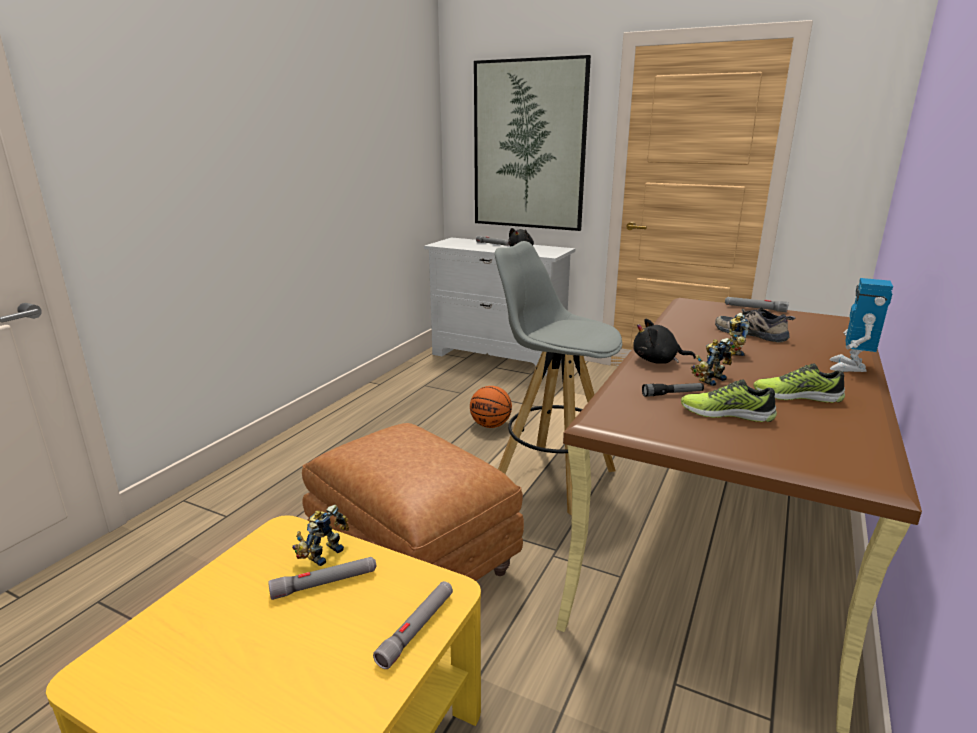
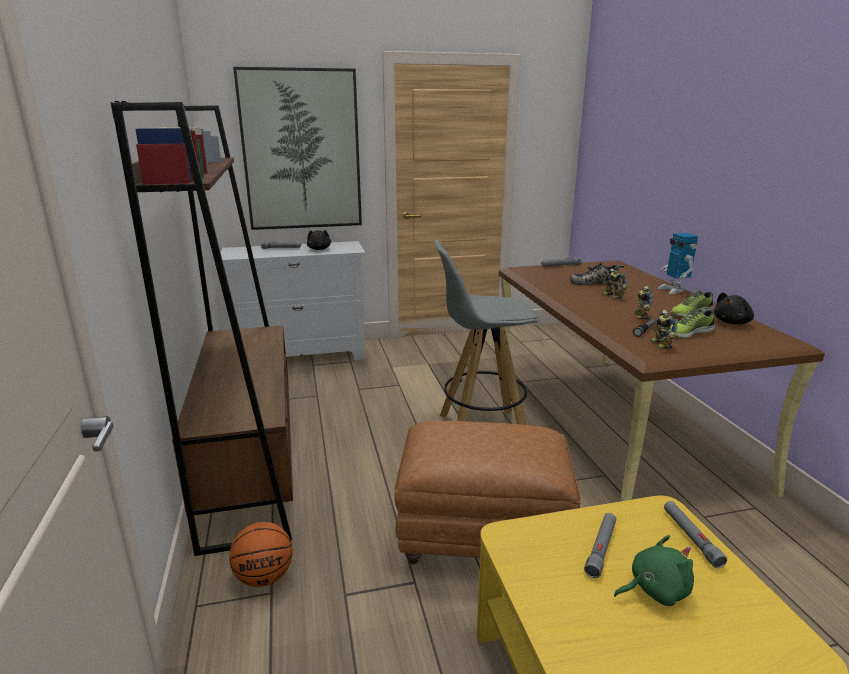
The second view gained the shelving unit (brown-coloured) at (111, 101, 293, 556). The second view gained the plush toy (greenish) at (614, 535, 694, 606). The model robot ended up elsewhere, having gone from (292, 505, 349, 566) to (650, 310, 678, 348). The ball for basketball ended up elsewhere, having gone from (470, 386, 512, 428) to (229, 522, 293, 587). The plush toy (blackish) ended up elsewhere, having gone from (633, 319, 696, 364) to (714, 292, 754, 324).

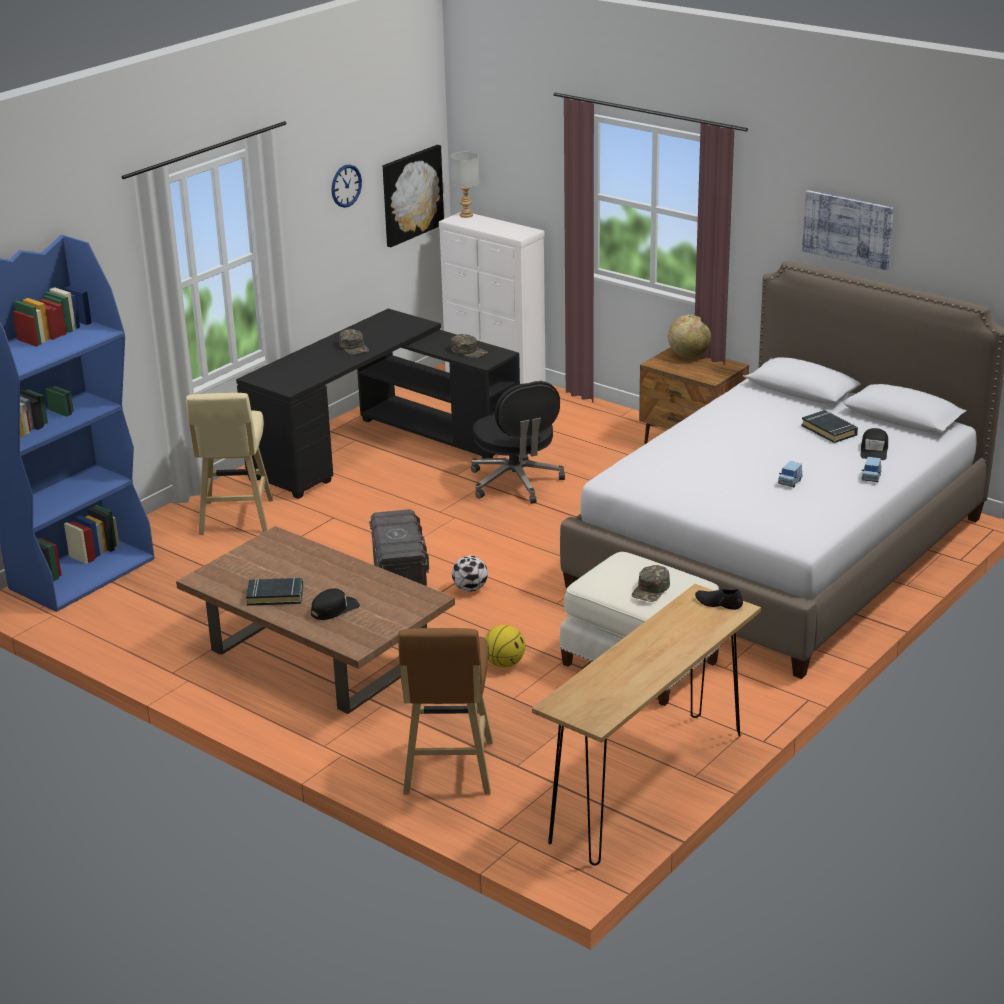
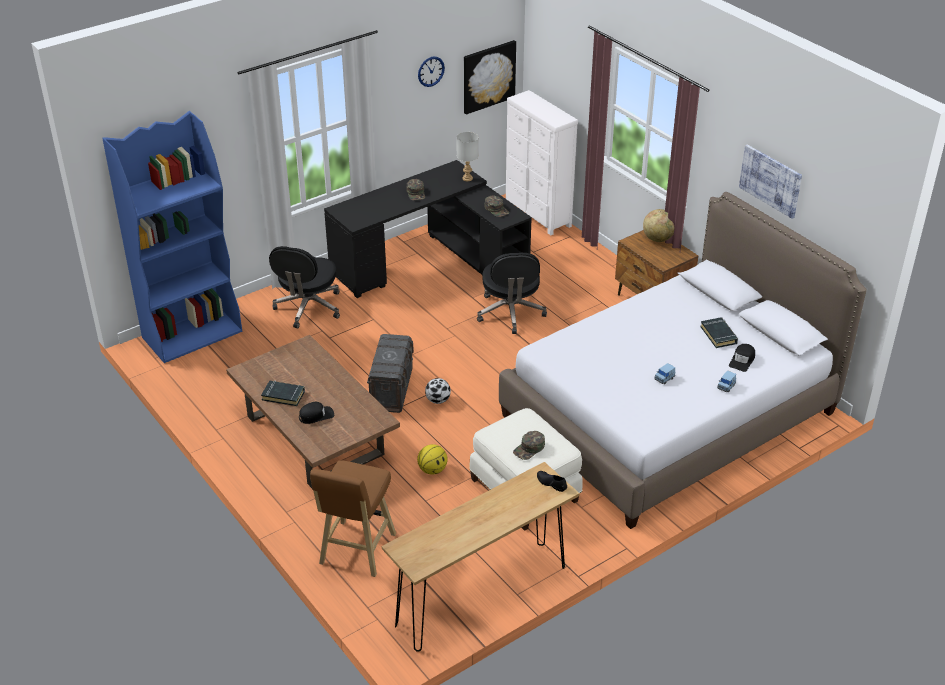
The lamp for a table (gray) ended up elsewhere, having gone from (450, 152, 479, 218) to (456, 132, 478, 181). Where the sitting stool (sand-coloured) stood at (186, 393, 273, 535), the office chair (blackish) came to stand at (269, 246, 340, 329).

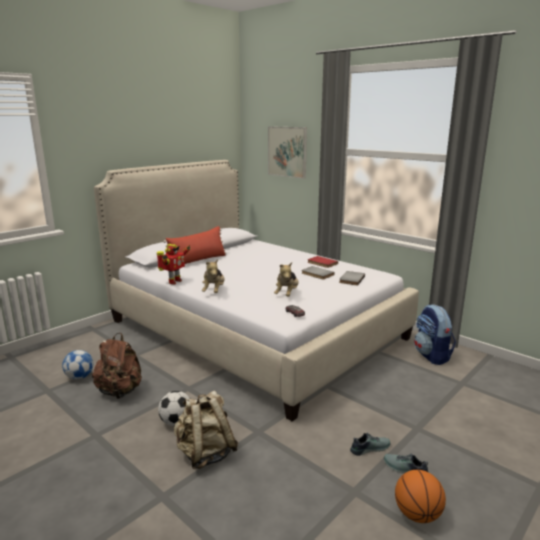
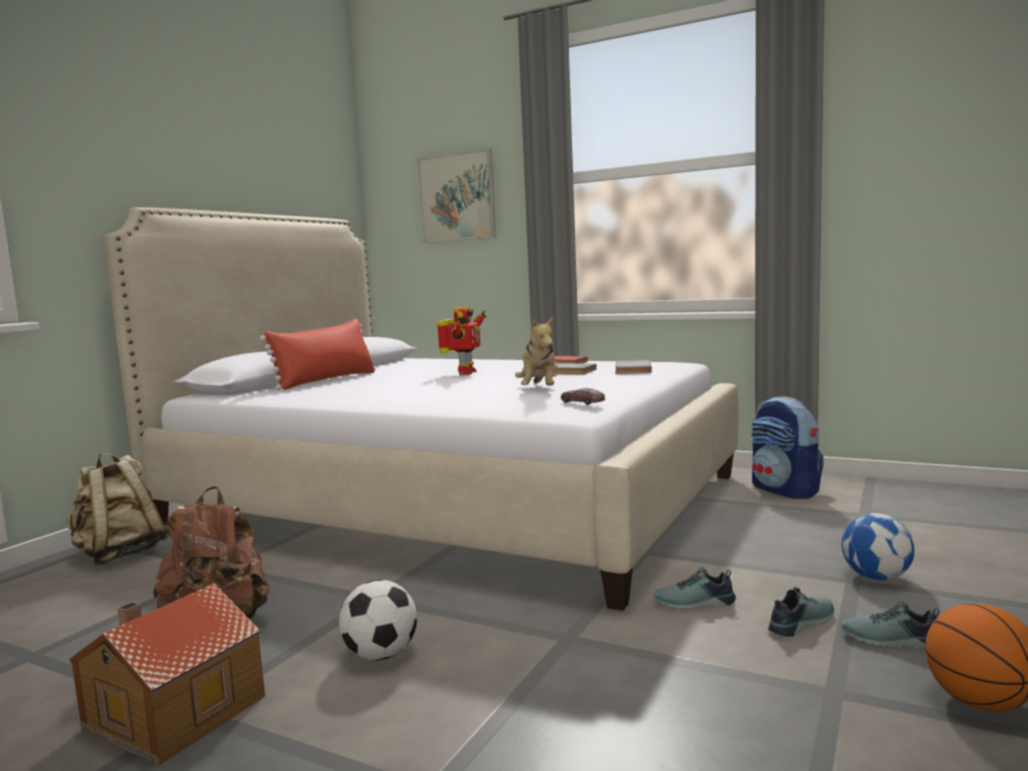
The second view lost the plush toy at (202, 259, 225, 293). The second view gained the miniature house at (69, 583, 265, 766). The second view gained the low shoe at (654, 567, 736, 609). The football ended up elsewhere, having gone from (62, 350, 94, 379) to (841, 513, 915, 581). The model robot ended up elsewhere, having gone from (157, 244, 191, 284) to (437, 307, 487, 375). The knapsack (sand-coloured) ended up elsewhere, having gone from (174, 391, 238, 469) to (66, 452, 169, 565).

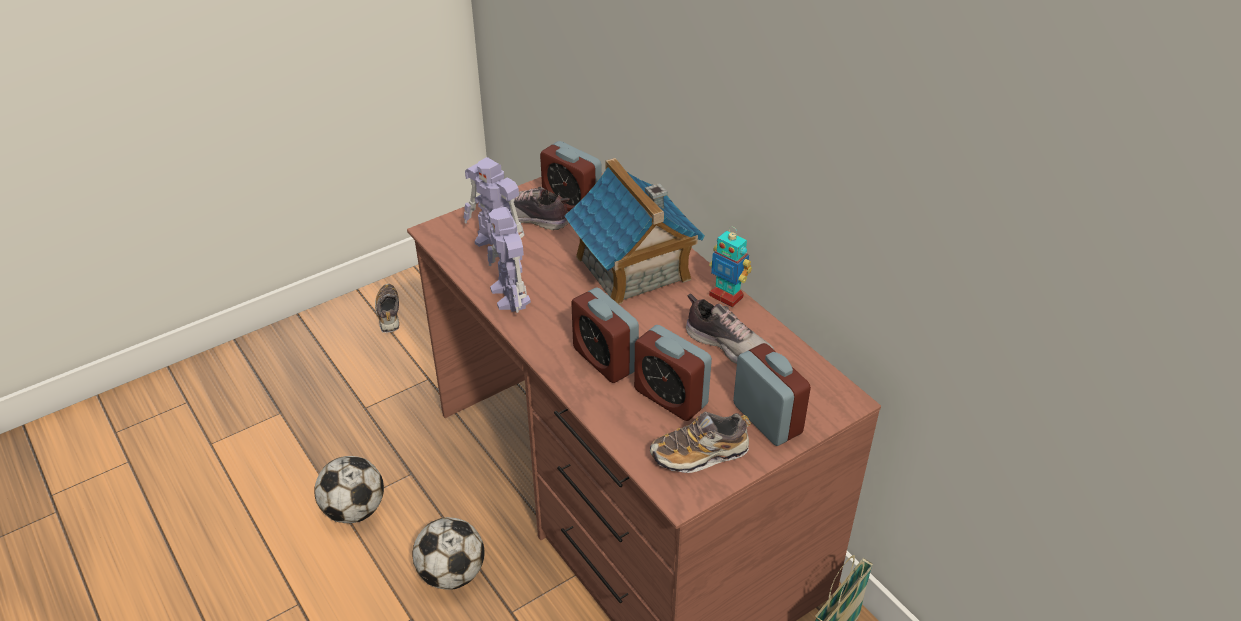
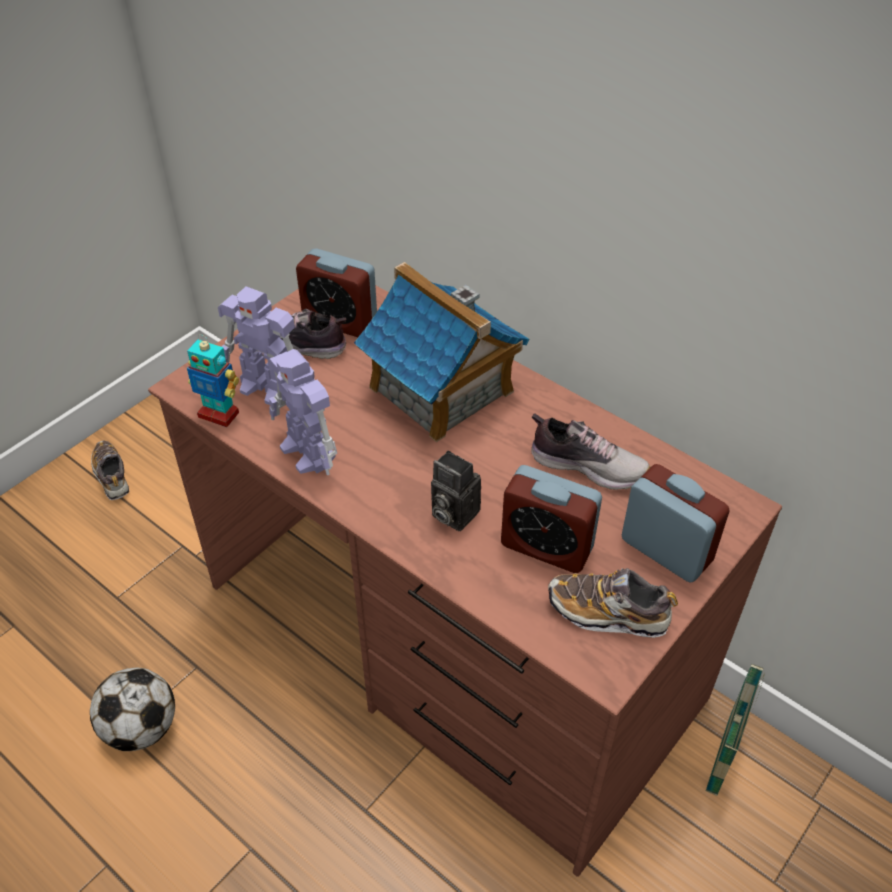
The second view lost the football at (412, 517, 484, 590). The model robot ended up elsewhere, having gone from (709, 228, 752, 307) to (187, 335, 239, 427). Where the table clock stood at (571, 288, 639, 383), the still camera came to stand at (431, 450, 481, 531). The low shoe at (650, 412, 751, 473) ended up facing another way, 45 degrees clockwise from before.

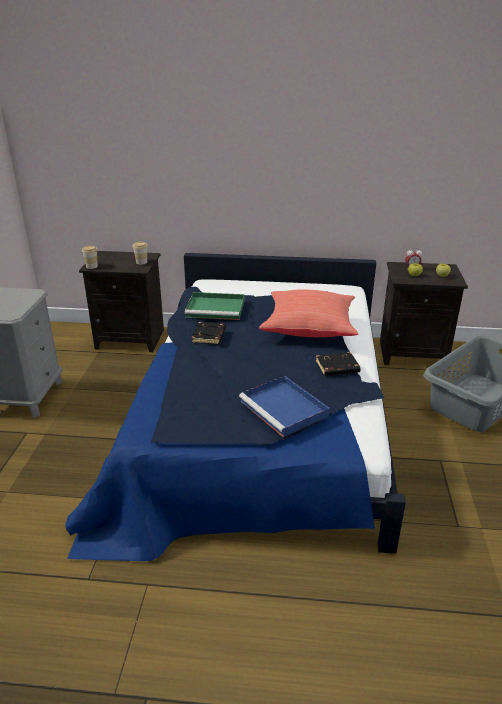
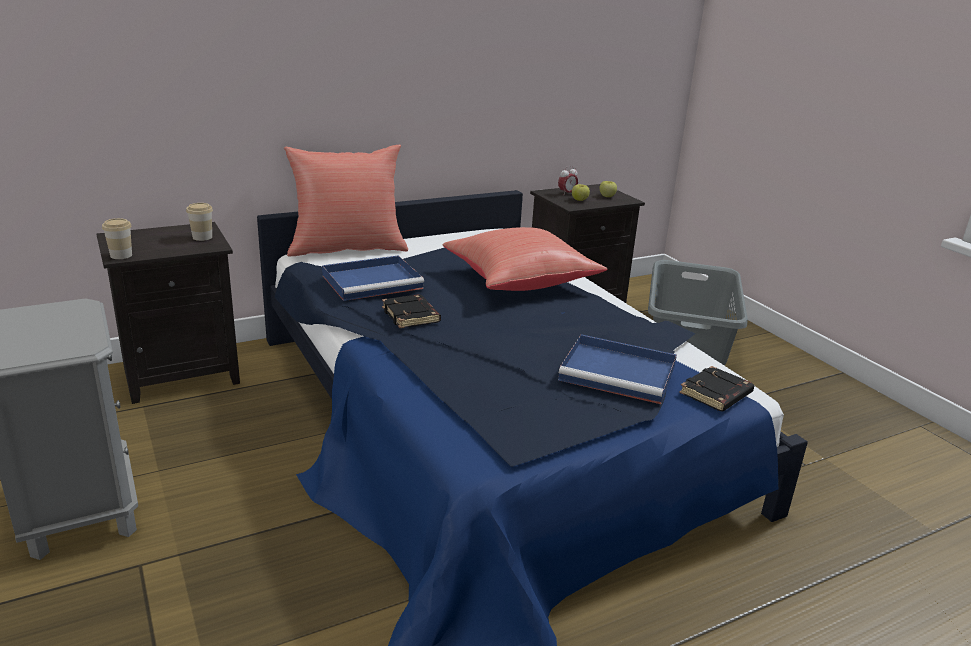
The second view gained the throw pillow (red-coloured) at (284, 144, 408, 257). The bound book (blackish) ended up elsewhere, having gone from (316, 352, 361, 376) to (679, 366, 754, 412). What was the tray (greenish) at (185, 292, 244, 320) turned into the tray (blue-coloured) at (322, 256, 424, 301).

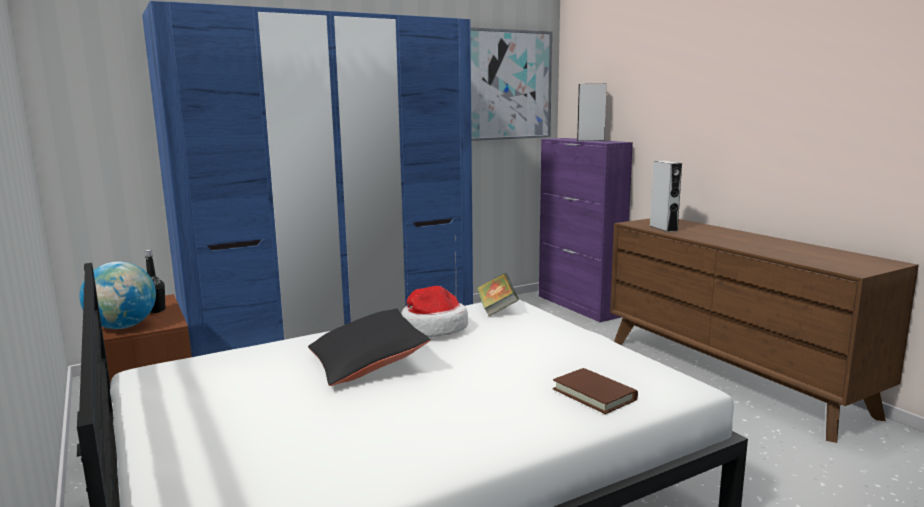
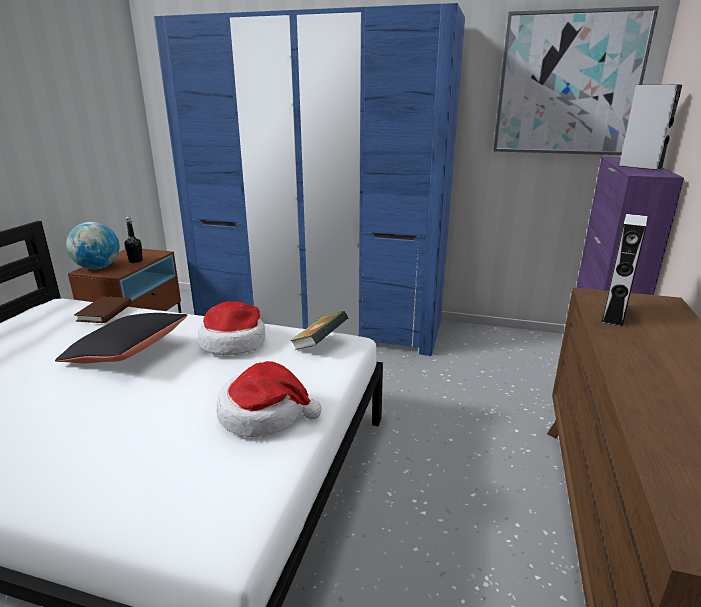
The second view gained the wearable hat at (216, 361, 322, 437). The bound book (brown-coloured) ended up elsewhere, having gone from (553, 368, 638, 414) to (74, 296, 132, 323).

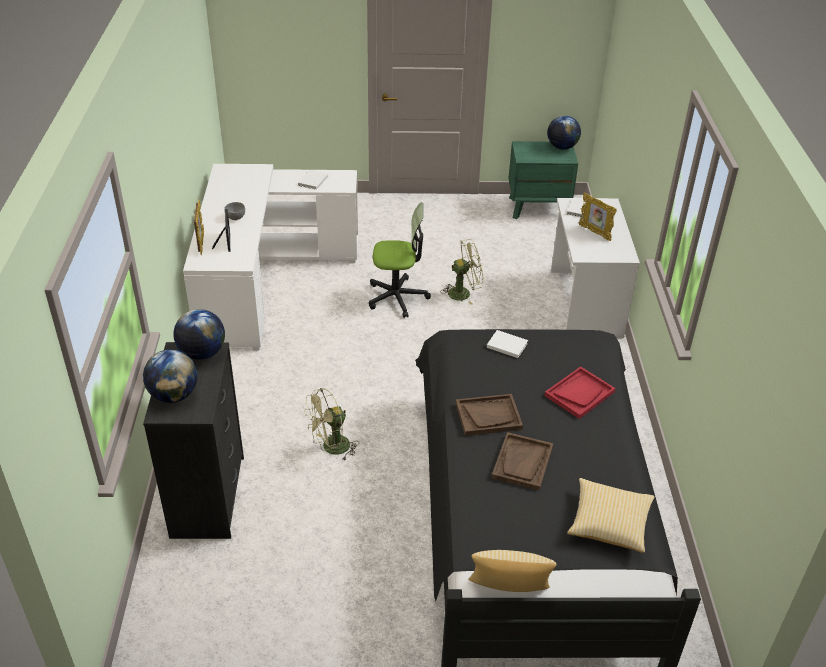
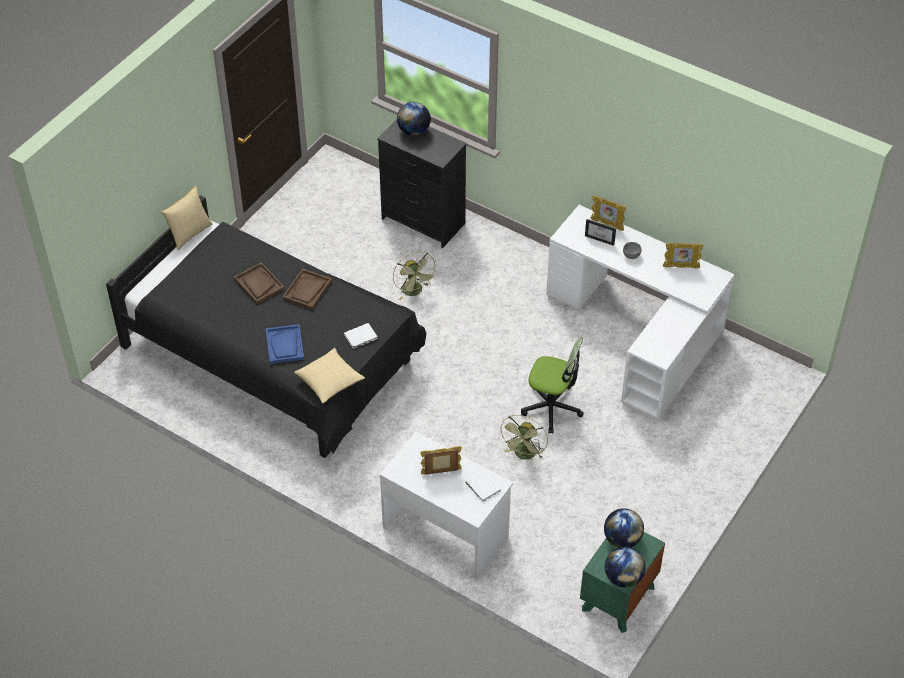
The second view lost the bound book (white) at (297, 170, 328, 190). The second view gained the picture frame at (663, 243, 704, 268). The globe ended up elsewhere, having gone from (173, 309, 225, 360) to (604, 508, 644, 548). The throw pillow ended up elsewhere, having gone from (567, 478, 654, 553) to (294, 348, 365, 403). What was the tray (red-coloured) at (544, 366, 615, 419) turned into the tray (blue-coloured) at (266, 324, 304, 364). The electric fan (greenish) at (304, 388, 359, 461) ended up facing another way, 150 degrees clockwise from before. The office chair at (369, 202, 431, 318) ended up facing another way, 105 degrees counterclockwise from before.

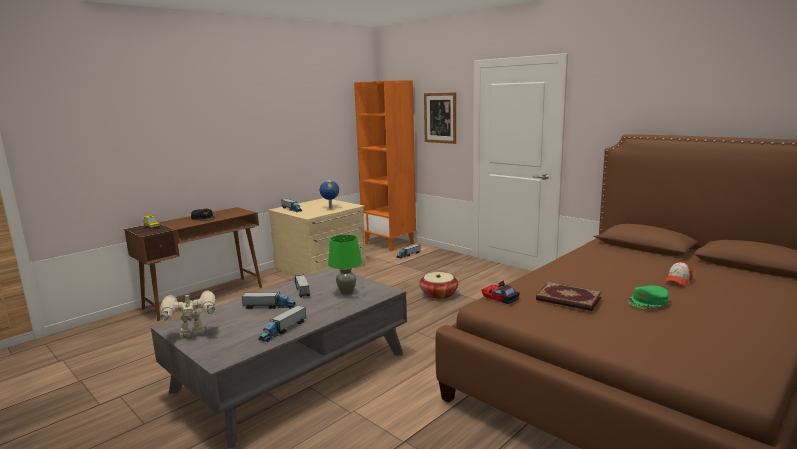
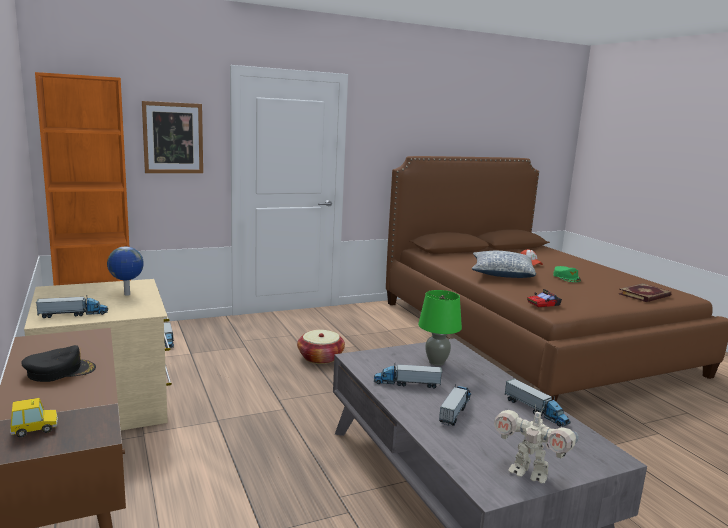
The second view gained the throw pillow at (472, 251, 536, 278). The bound book ended up elsewhere, having gone from (536, 282, 602, 311) to (618, 283, 671, 302). The model robot at (160, 291, 216, 337) ended up facing another way, 60 degrees counterclockwise from before.

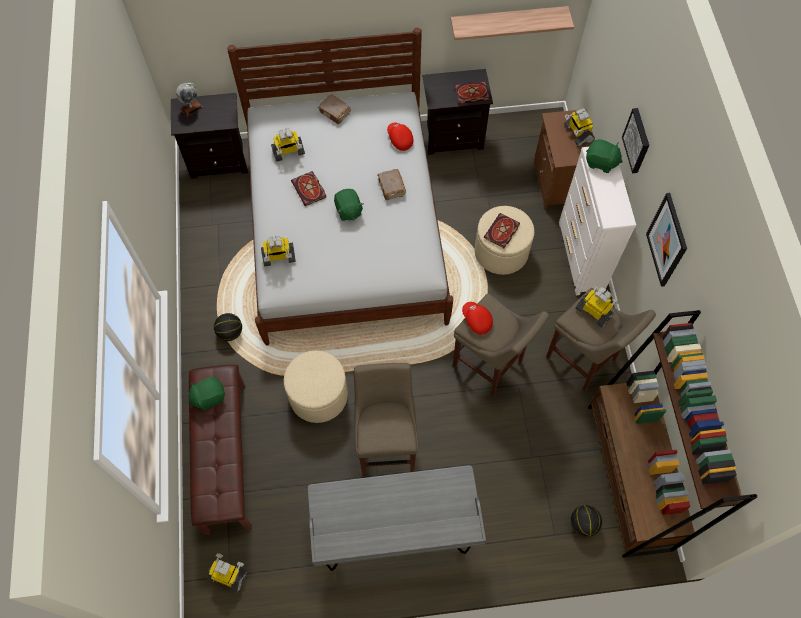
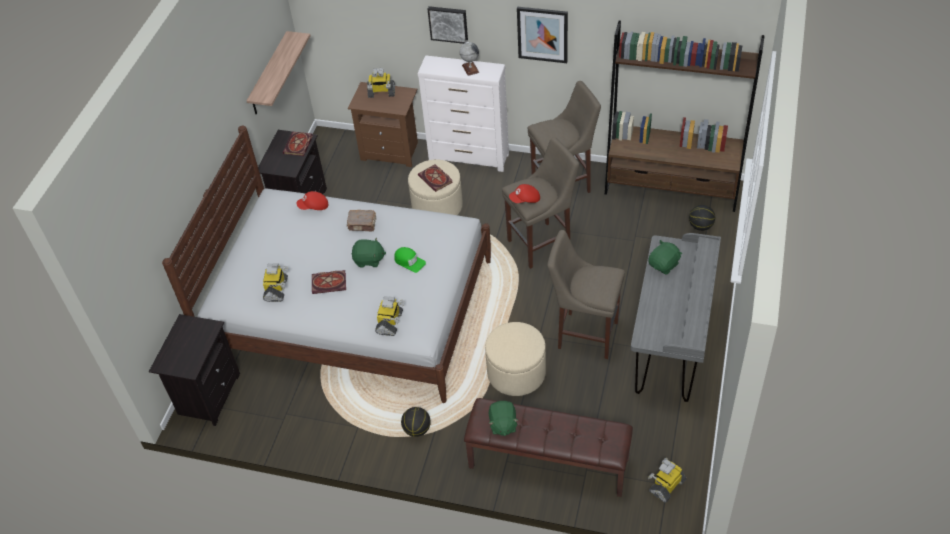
The second view lost the bound book (brown-coloured) at (318, 95, 351, 124). The second view lost the model robot at (575, 285, 618, 328). The second view gained the peaked cap (greenish) at (394, 247, 426, 273). The globe ended up elsewhere, having gone from (176, 83, 202, 117) to (460, 40, 479, 76). The plush toy (greenish) ended up elsewhere, having gone from (586, 139, 623, 173) to (648, 240, 682, 275).

